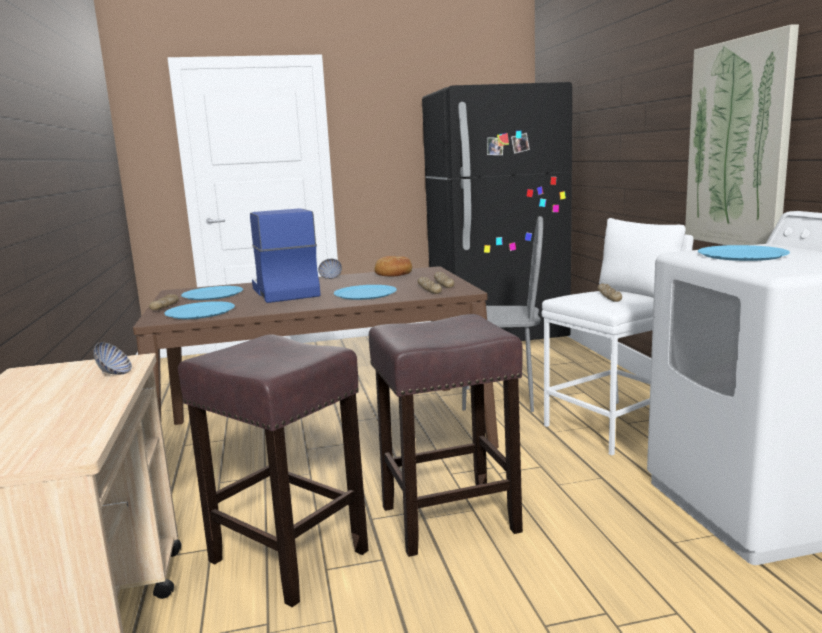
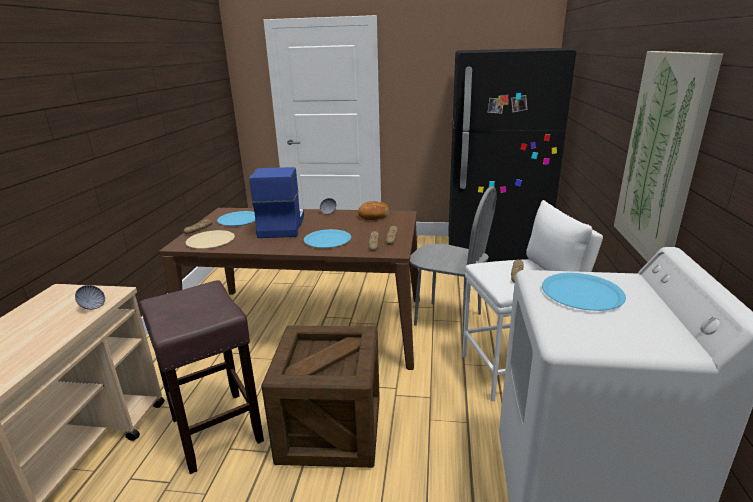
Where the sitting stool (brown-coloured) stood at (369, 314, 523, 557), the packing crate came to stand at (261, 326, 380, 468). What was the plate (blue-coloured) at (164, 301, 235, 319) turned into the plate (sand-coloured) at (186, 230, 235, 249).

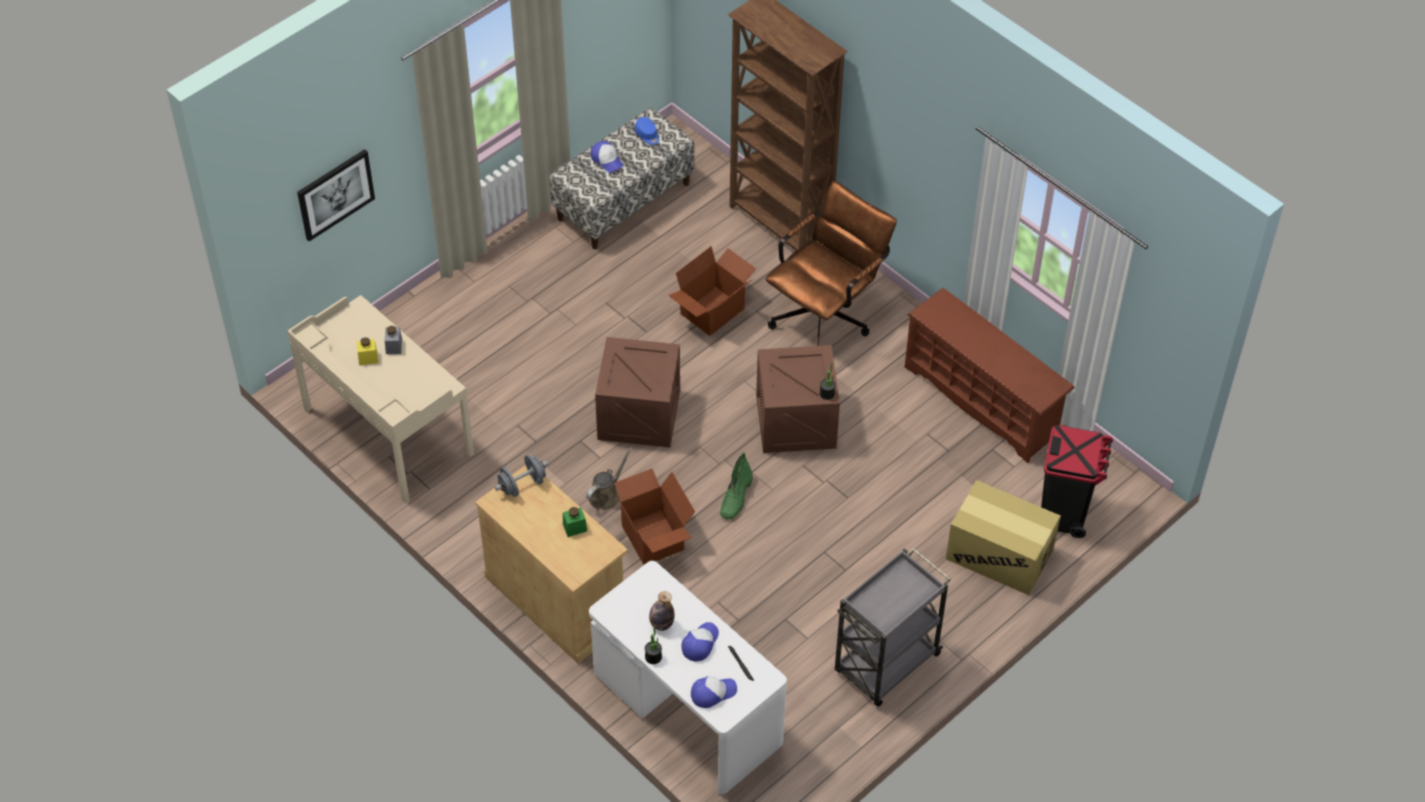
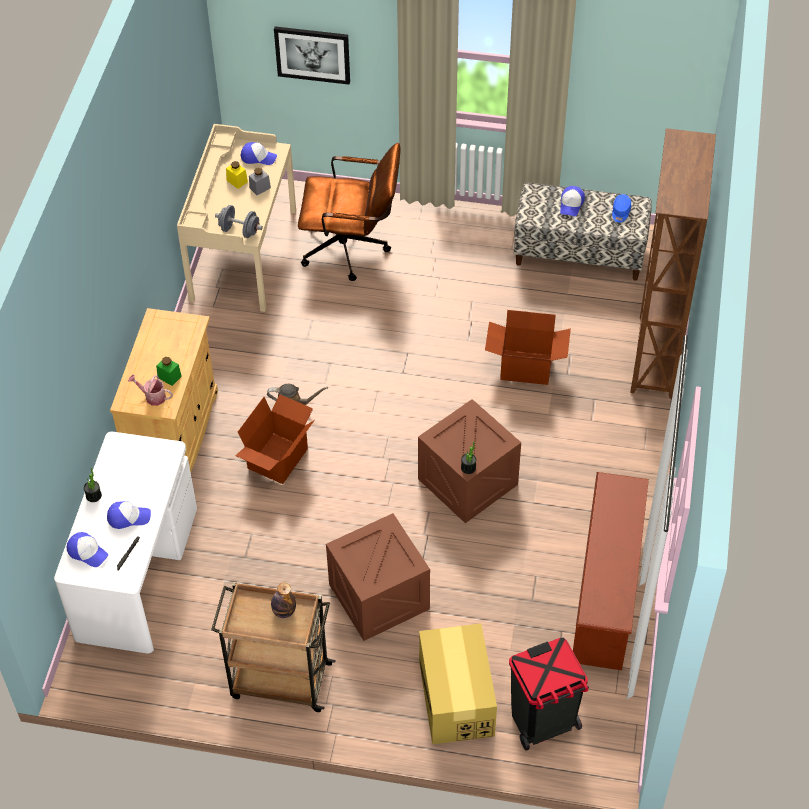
The second view lost the tall boot (greenish) at (720, 452, 753, 519). The second view gained the watering can at (128, 375, 173, 406). The second view gained the peaked cap at (241, 142, 277, 165). The hand weight (gray) ended up elsewhere, having gone from (495, 455, 549, 497) to (215, 205, 263, 238). The packing crate ended up elsewhere, having gone from (595, 337, 680, 447) to (326, 513, 430, 641). The beverage bottle ended up elsewhere, having gone from (649, 591, 675, 631) to (271, 583, 296, 618). The office chair (brown-coloured) ended up elsewhere, having gone from (765, 181, 897, 346) to (298, 143, 401, 281). What was the cart (gray) at (835, 548, 951, 707) turned into the cart (brown-coloured) at (211, 582, 336, 712).

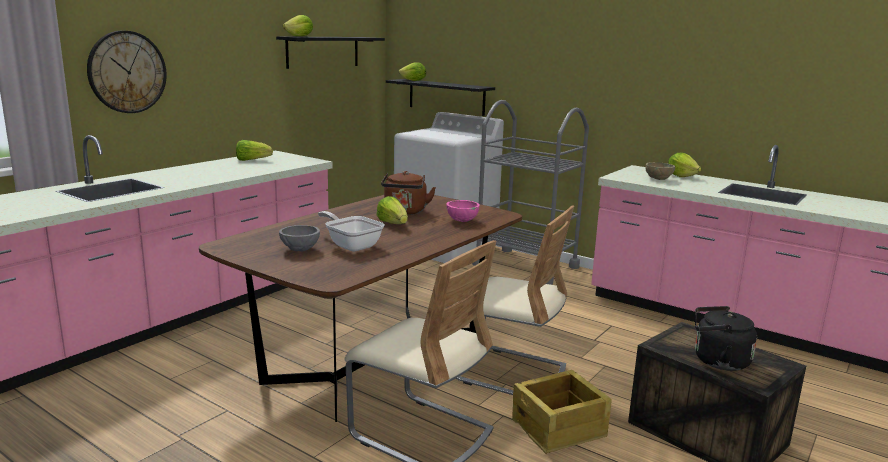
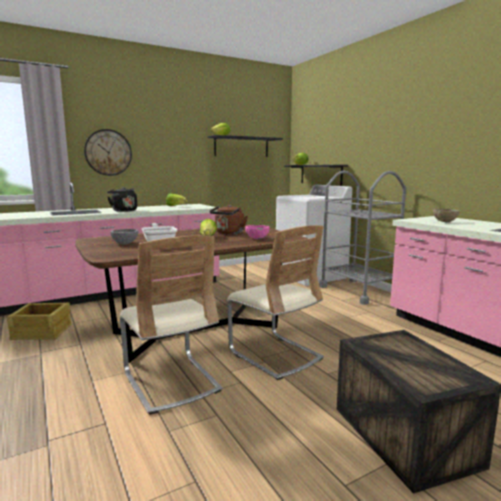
The second view lost the lettuce at (668, 153, 701, 177). The packing crate ended up elsewhere, having gone from (512, 370, 612, 454) to (7, 303, 72, 340). The kettle (blackish) ended up elsewhere, having gone from (695, 306, 757, 371) to (107, 187, 137, 212).

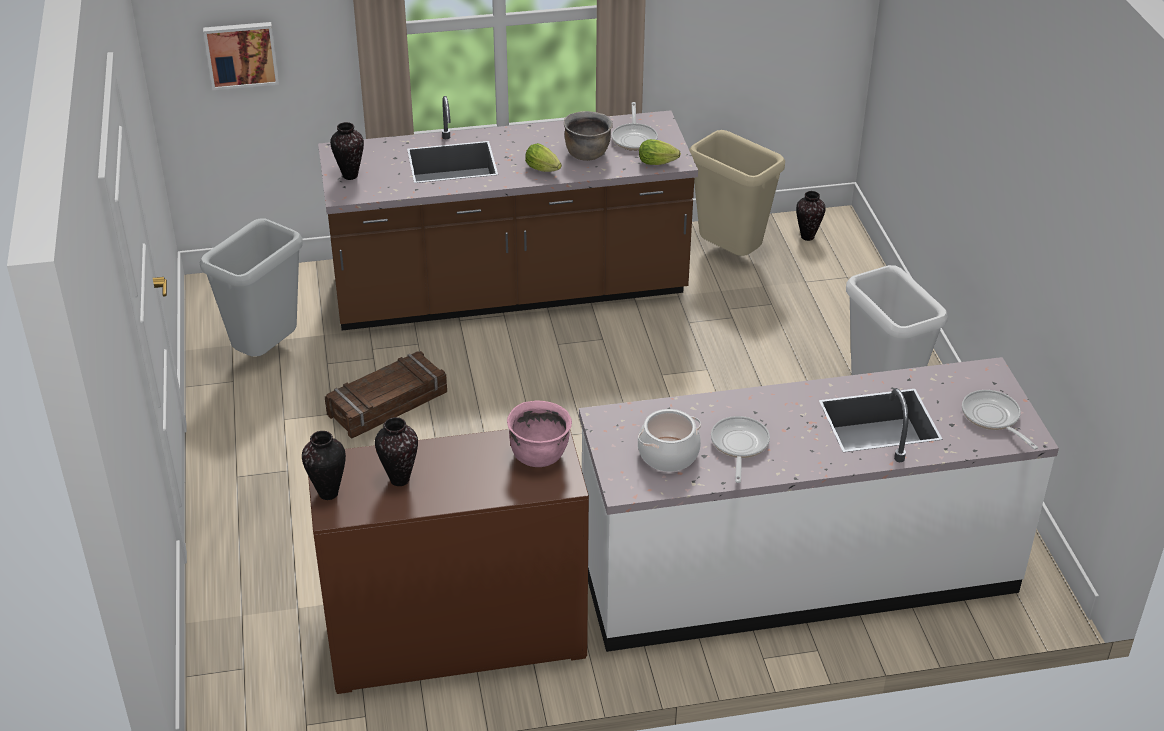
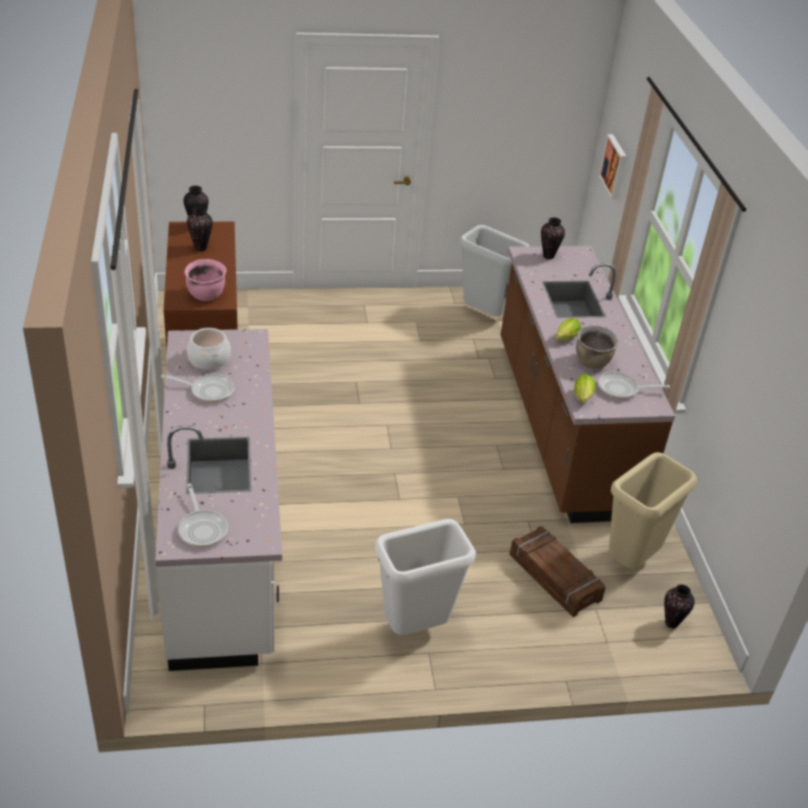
The packing crate ended up elsewhere, having gone from (325, 351, 447, 438) to (509, 526, 606, 617). The frying pan at (962, 390, 1038, 450) ended up facing another way, 90 degrees clockwise from before.

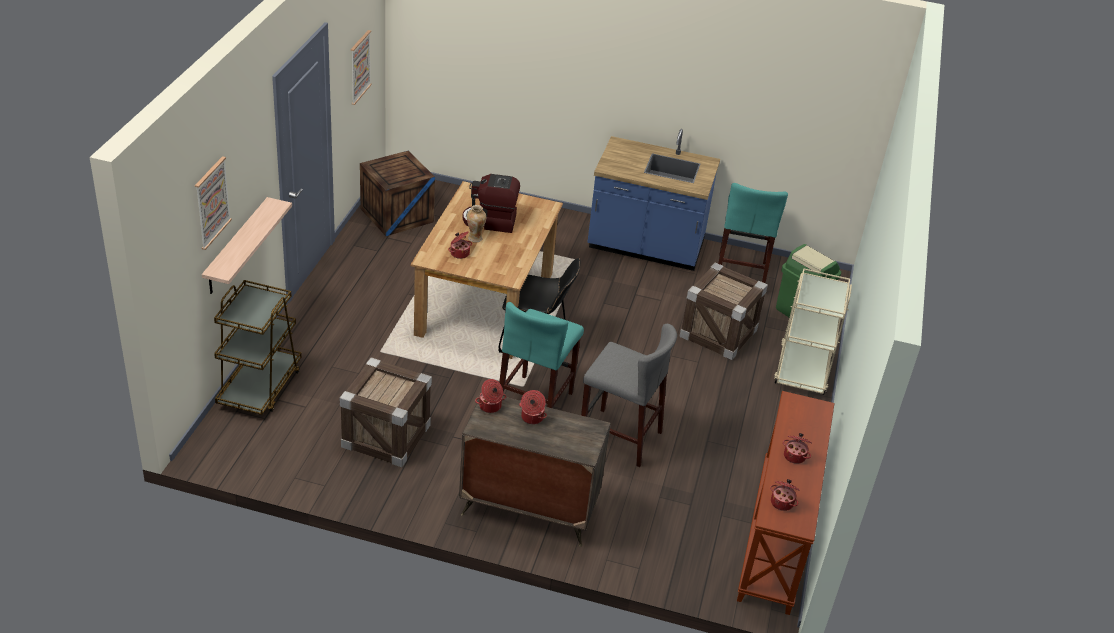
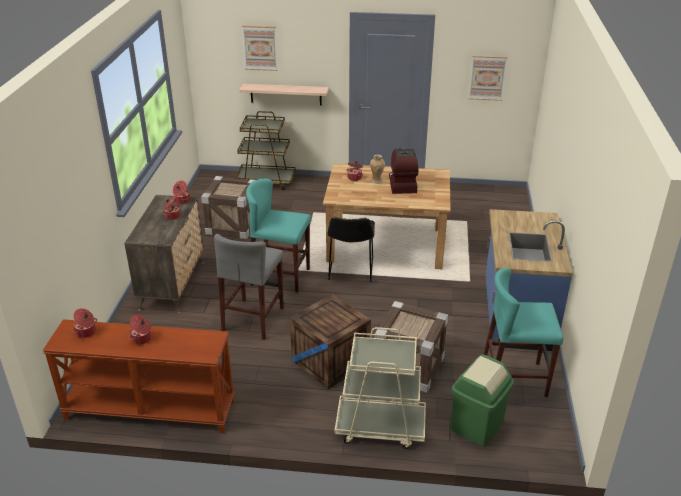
The packing crate ended up elsewhere, having gone from (360, 151, 435, 236) to (290, 294, 371, 389).

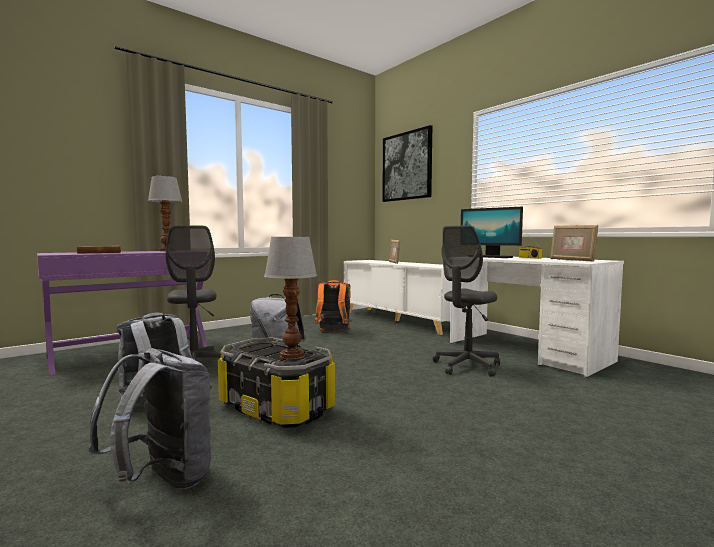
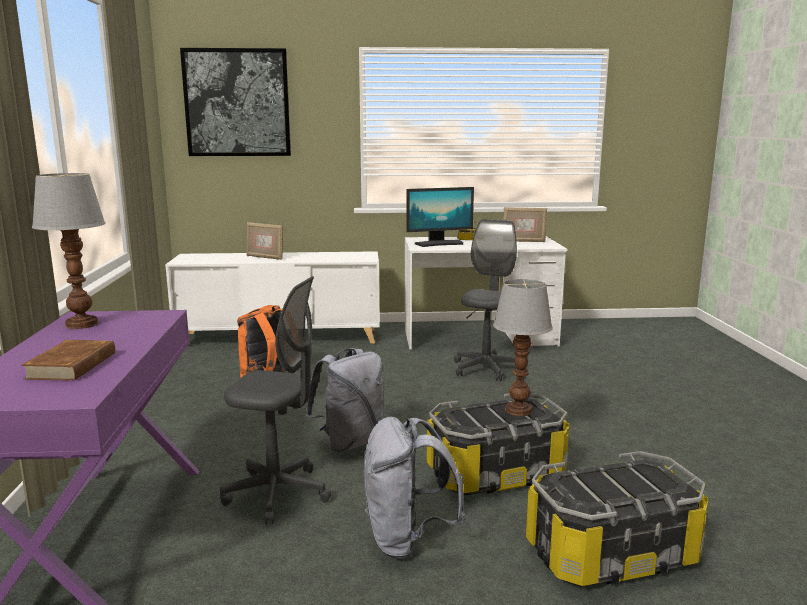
Where the knapsack (gray) stood at (88, 348, 212, 489), the storage container came to stand at (526, 451, 709, 587). The office chair (gray) at (433, 225, 500, 377) ended up facing another way, 150 degrees counterclockwise from before.

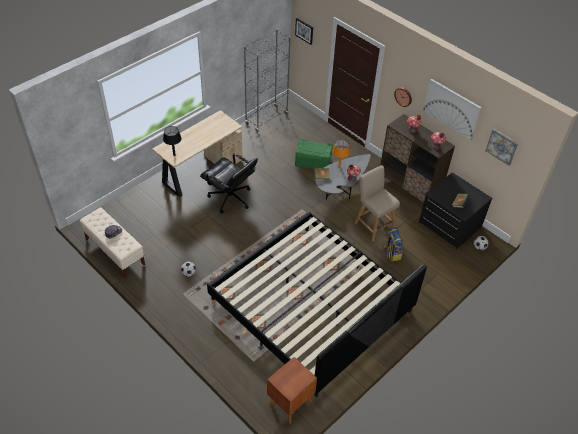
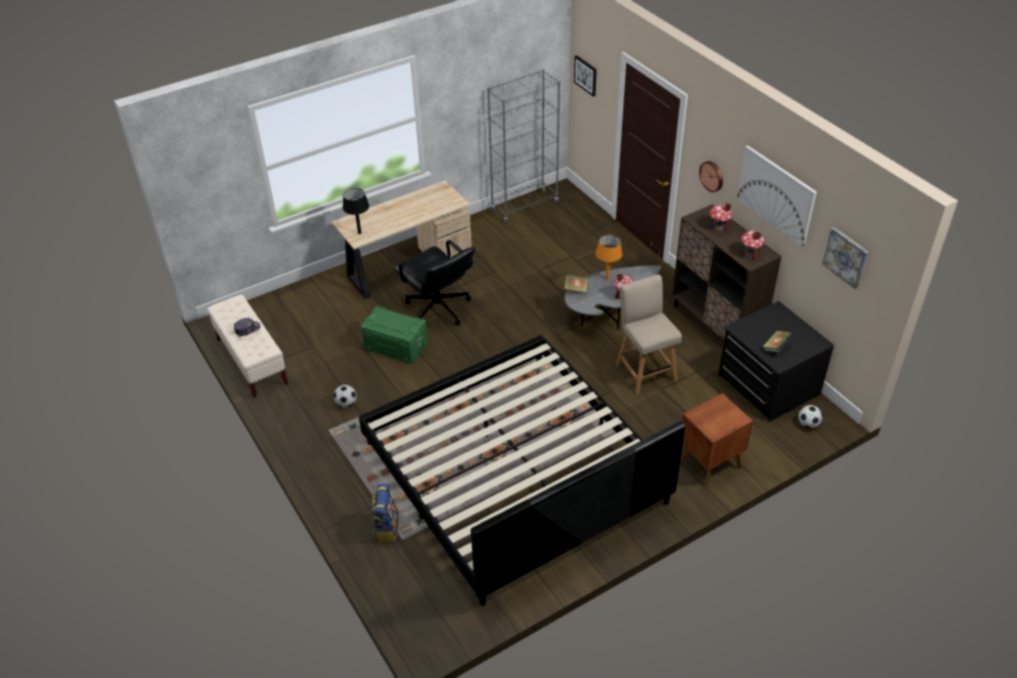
The nightstand (brown-coloured) ended up elsewhere, having gone from (267, 357, 317, 423) to (681, 393, 753, 487). The storage container (greenish) ended up elsewhere, having gone from (295, 139, 333, 169) to (361, 306, 428, 364). The knapsack ended up elsewhere, having gone from (384, 227, 403, 261) to (371, 483, 399, 543).

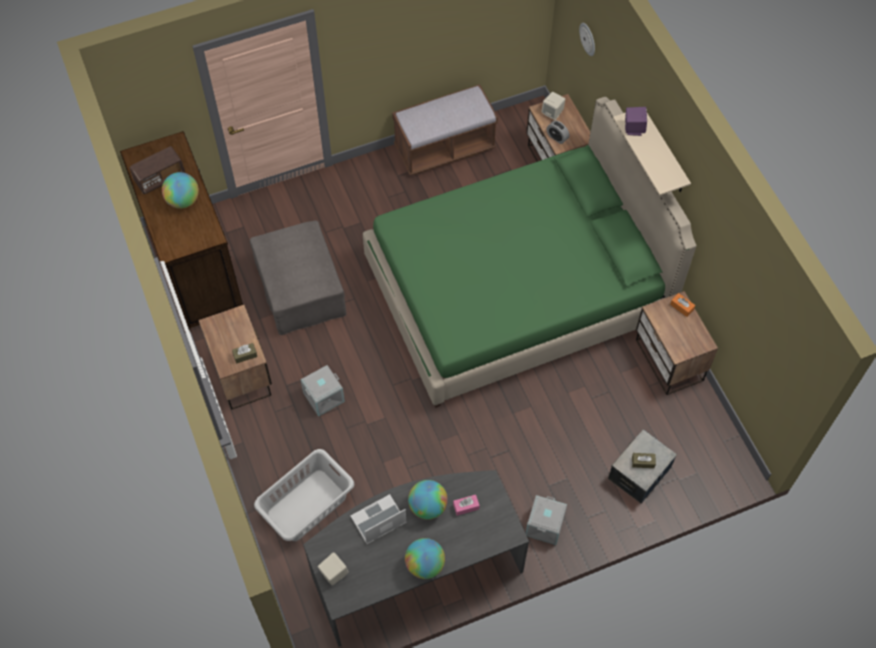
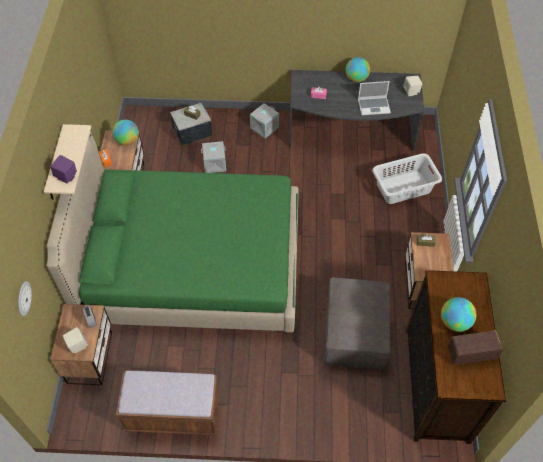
The storage container (gray) ended up elsewhere, having gone from (300, 365, 345, 416) to (201, 141, 226, 173). The globe ended up elsewhere, having gone from (408, 480, 448, 520) to (112, 120, 139, 146).

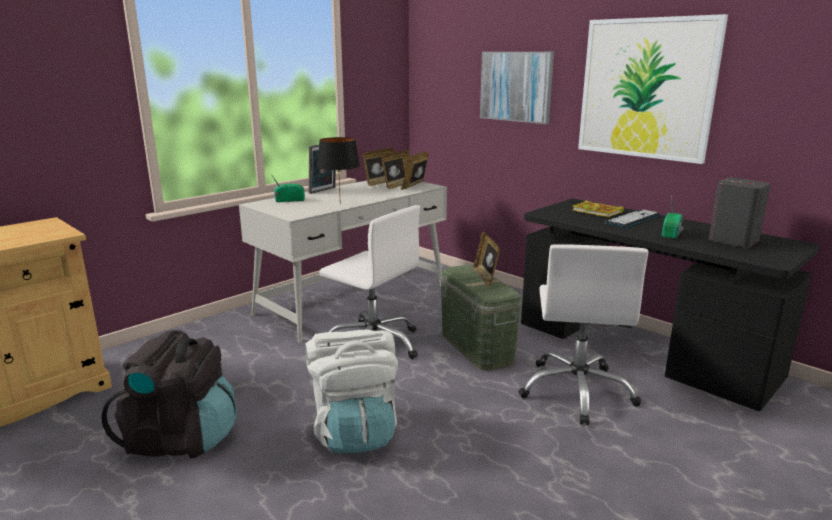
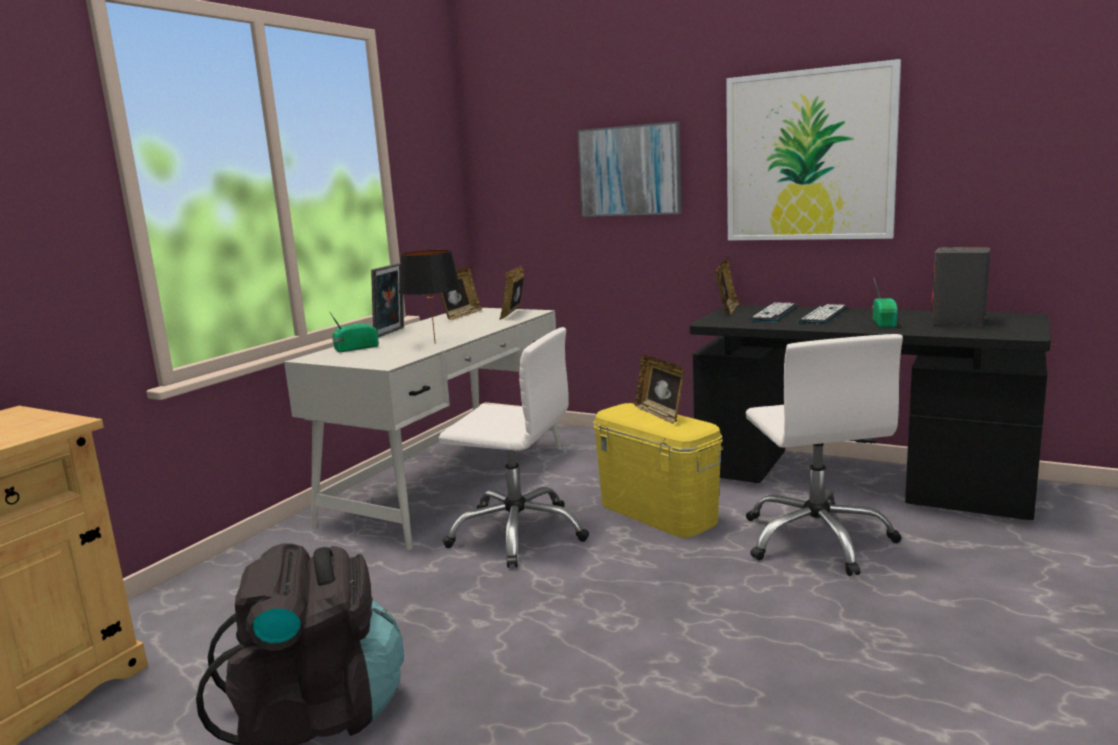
The second view lost the knapsack (white) at (305, 330, 398, 453). The picture frame ended up elsewhere, having gone from (382, 150, 409, 189) to (716, 258, 740, 315). Where the bound book stood at (573, 200, 624, 217), the computer keyboard came to stand at (750, 302, 798, 322). What was the storage container (greenish) at (440, 264, 522, 371) turned into the storage container (yellow) at (593, 403, 723, 538).

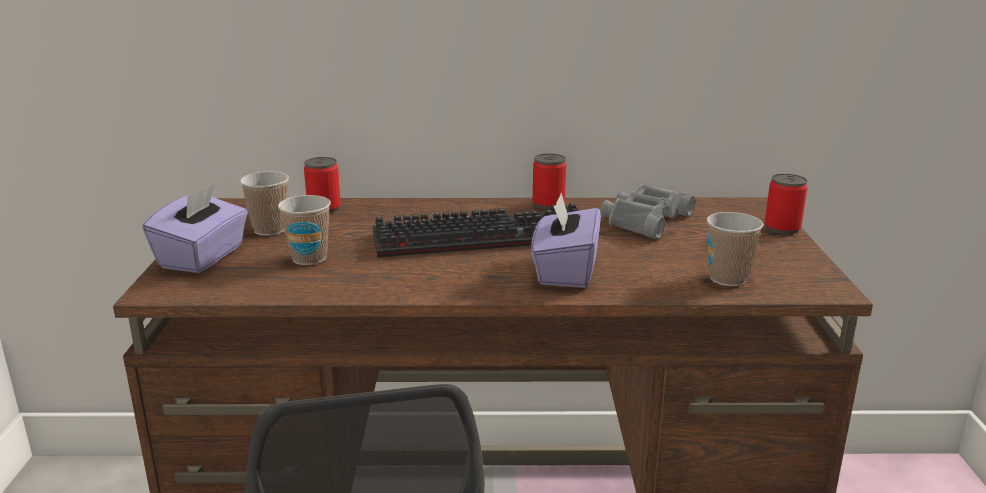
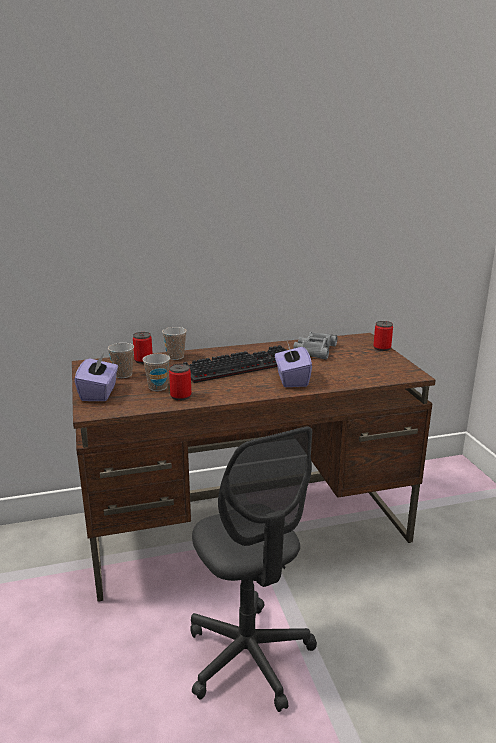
The can ended up elsewhere, having gone from (533, 154, 566, 210) to (169, 364, 191, 401). The cup ended up elsewhere, having gone from (707, 212, 763, 286) to (162, 327, 187, 360).

